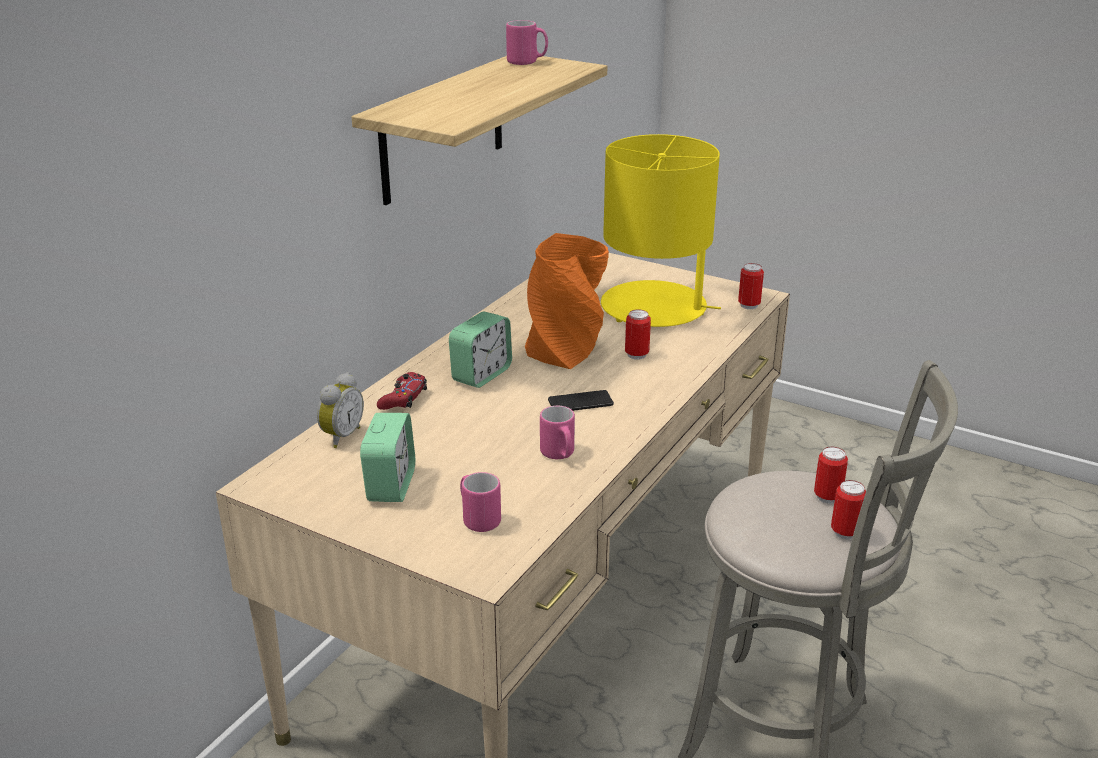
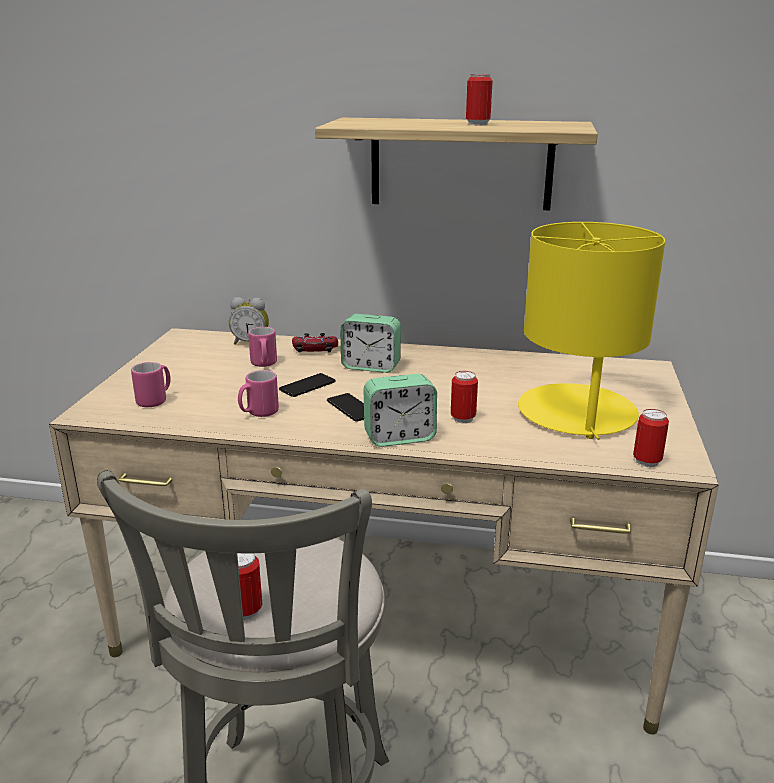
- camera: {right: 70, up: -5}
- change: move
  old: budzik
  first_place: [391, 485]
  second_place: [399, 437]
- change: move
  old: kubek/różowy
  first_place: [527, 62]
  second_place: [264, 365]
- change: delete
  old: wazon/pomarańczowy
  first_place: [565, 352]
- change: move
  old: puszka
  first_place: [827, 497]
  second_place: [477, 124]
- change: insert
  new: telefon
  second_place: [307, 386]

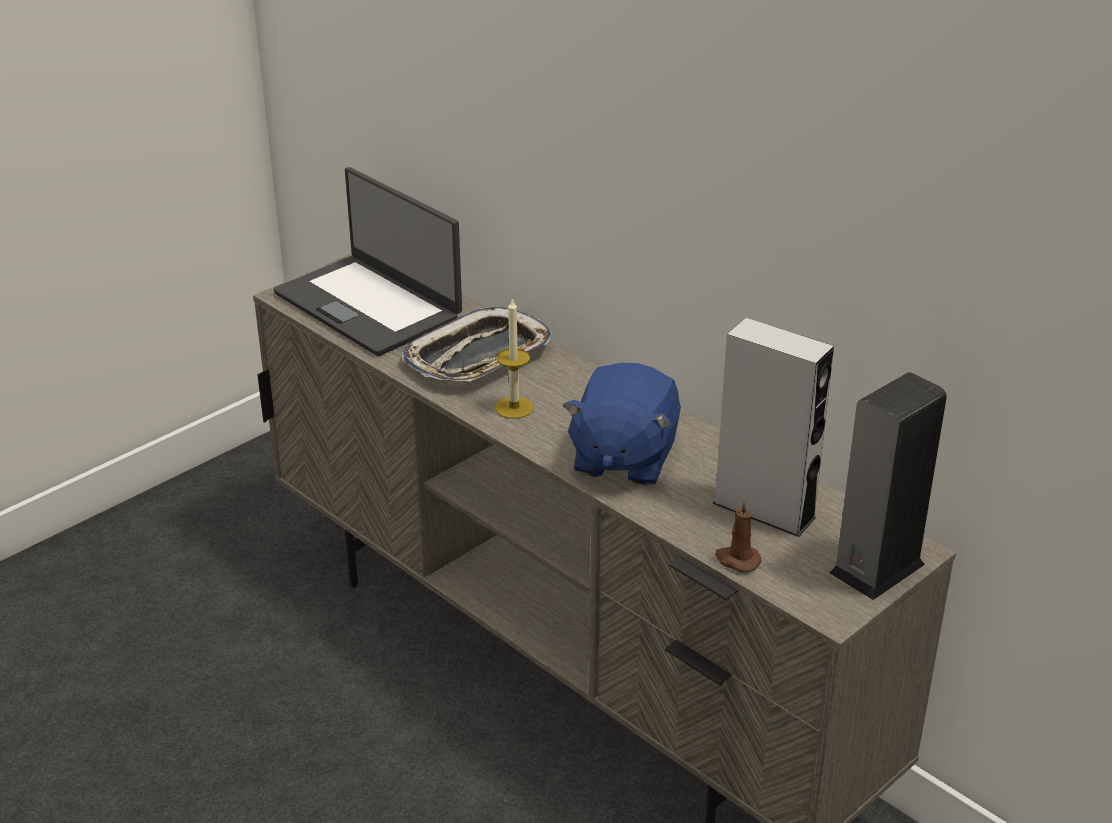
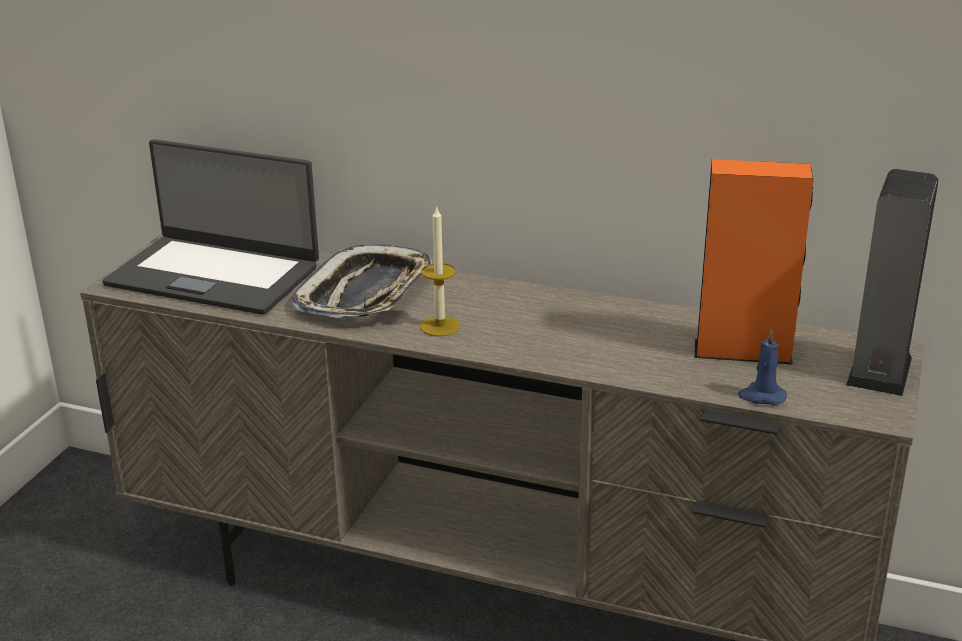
- camera: {right: -25, up: -5}
- change: delete
  old: pluszak/niebieski
  first_place: [622, 458]
- change: recolor
  old: głośnik/szary
  new: głośnik/pomarańczowy
  first_place: [764, 510]
  second_place: [743, 351]
- change: recolor
  old: świeca/brązowy
  new: świeca/niebieski
  first_place: [737, 560]
  second_place: [761, 396]

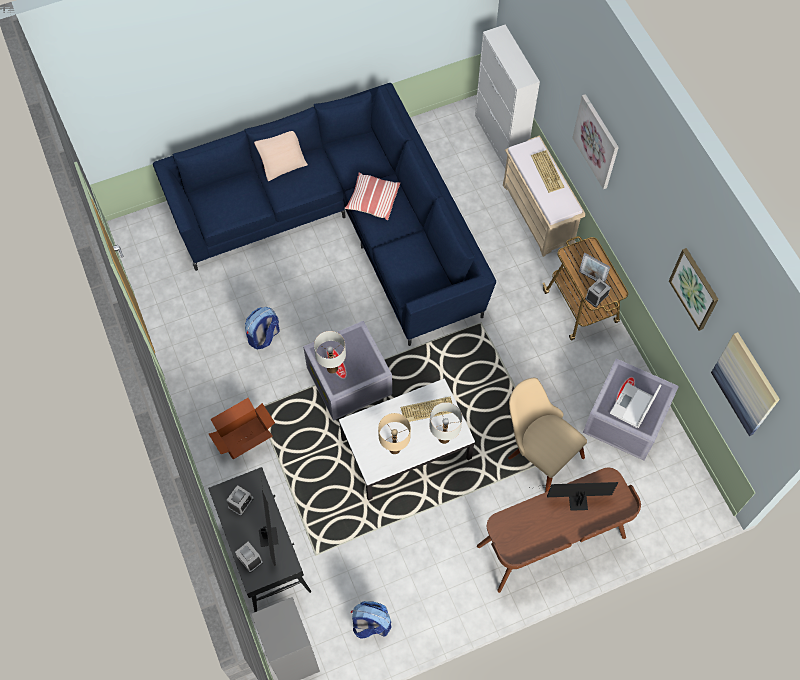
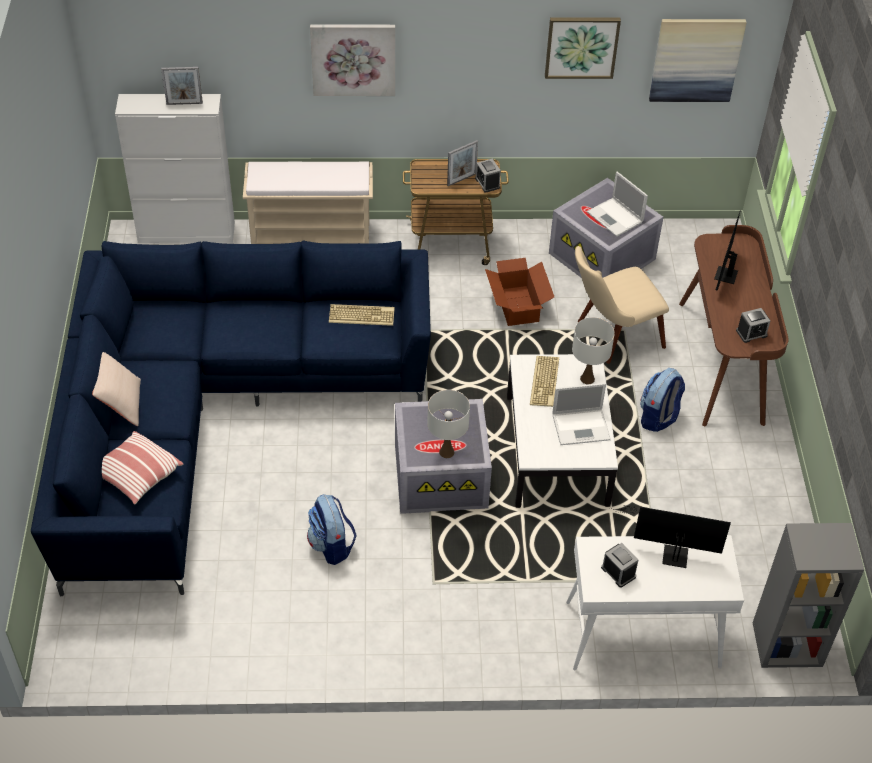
- camera: {right: -70, up: -15}
- change: recolor
  old: stolik konsolowy/czarny
  new: stolik konsolowy/biały
  first_place: [264, 554]
  second_place: [641, 635]
- change: move
  old: karton
  first_place: [244, 437]
  second_place: [517, 306]
- change: move
  old: budzik
  first_place: [249, 559]
  second_place: [751, 333]
- change: move
  old: poduszka
  first_place: [372, 201]
  second_place: [137, 475]
- change: move
  old: plecak
  first_place: [371, 625]
  second_place: [658, 417]
- change: replace
  old: lampa stołowa/beżowy
  new: laptop
  first_place: [394, 448]
  second_place: [582, 426]
- change: move
  old: klawiatura
  first_place: [548, 172]
  second_place: [362, 315]
- change: insert
  new: ramka na zdjęcie
  second_place: [184, 103]

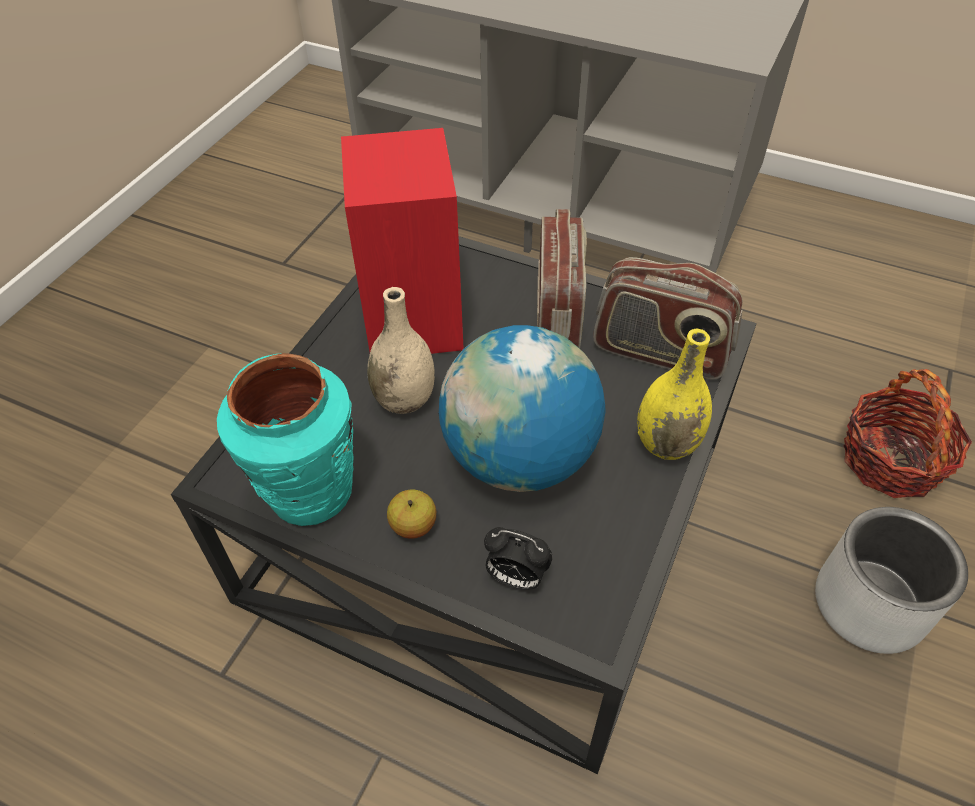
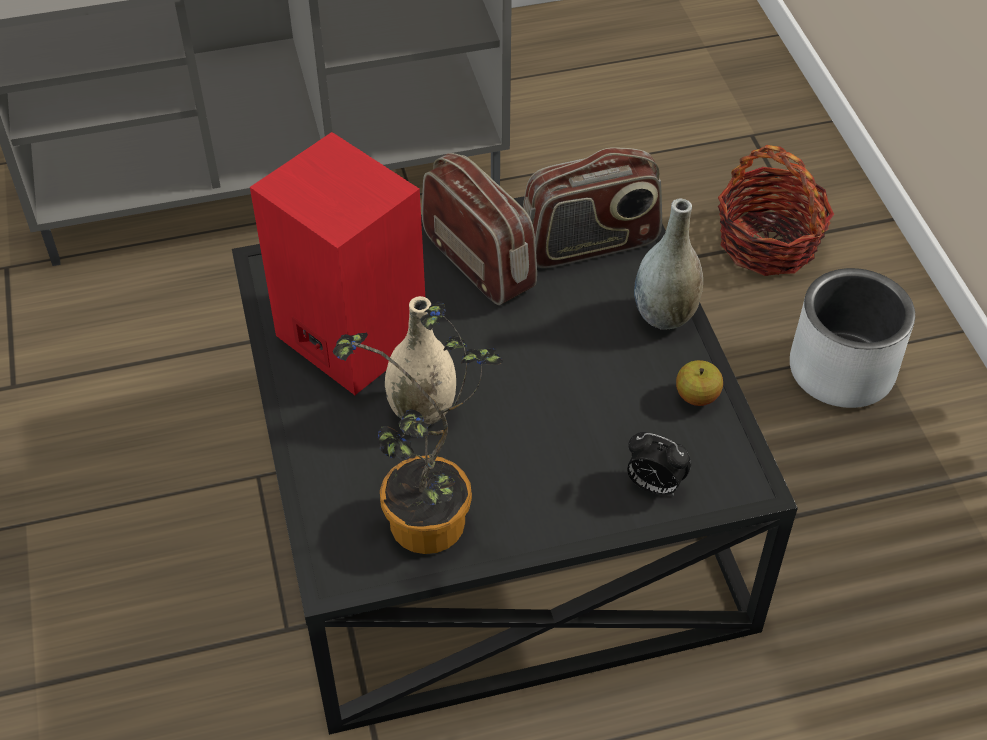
- camera: {right: -40, up: 0}
- change: replace
  old: wazon/turkusowy
  new: roślina doniczkowa
  first_place: [309, 492]
  second_place: [427, 533]
- change: move
  old: jabłko
  first_place: [413, 526]
  second_place: [697, 396]
- change: delete
  old: globus
  first_place: [519, 457]
- change: rotate
  old: budzik
  first_place: [515, 577]
  second_place: [653, 485]
  degrees: 45
- change: recolor
  old: wazon/żółty
  new: wazon/szary
  first_place: [666, 443]
  second_place: [664, 315]

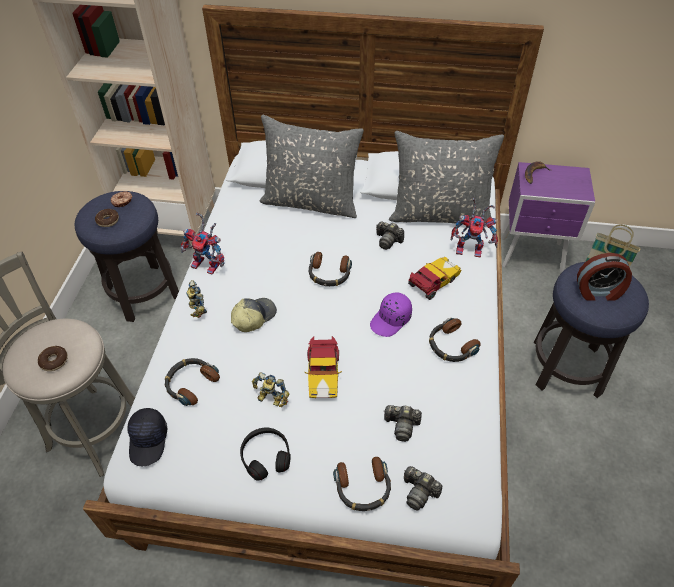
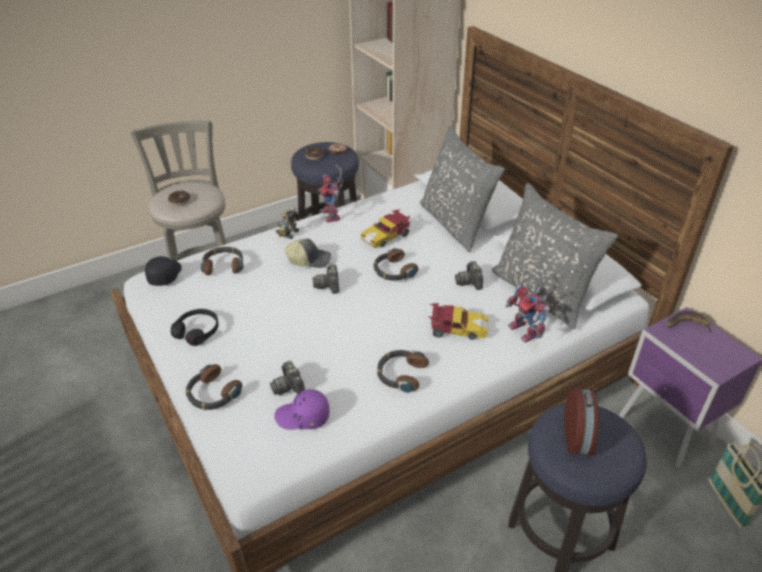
- camera: {right: 50, up: -10}
- change: rotate
  old: czapka z daszkiem/czarny
  first_place: [149, 441]
  second_place: [164, 275]
  degrees: 135
- change: delete
  old: robot zabawkowy
  first_place: [270, 400]
- change: move
  old: samochodzik
  first_place: [323, 374]
  second_place: [386, 236]
- change: move
  old: czapka z daszkiem/fioletowy
  first_place: [391, 320]
  second_place: [303, 417]
- change: move
  old: aparat fotograficzny
  first_place: [419, 492]
  second_place: [328, 285]
- change: rotate
  old: budzik
  first_place: [598, 292]
  second_place: [579, 437]
  degrees: -135

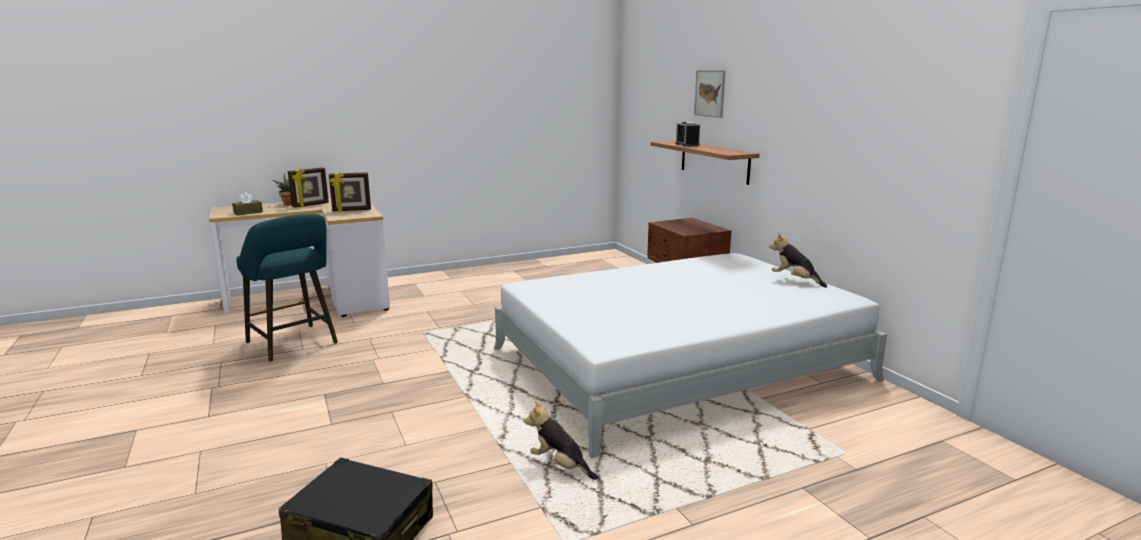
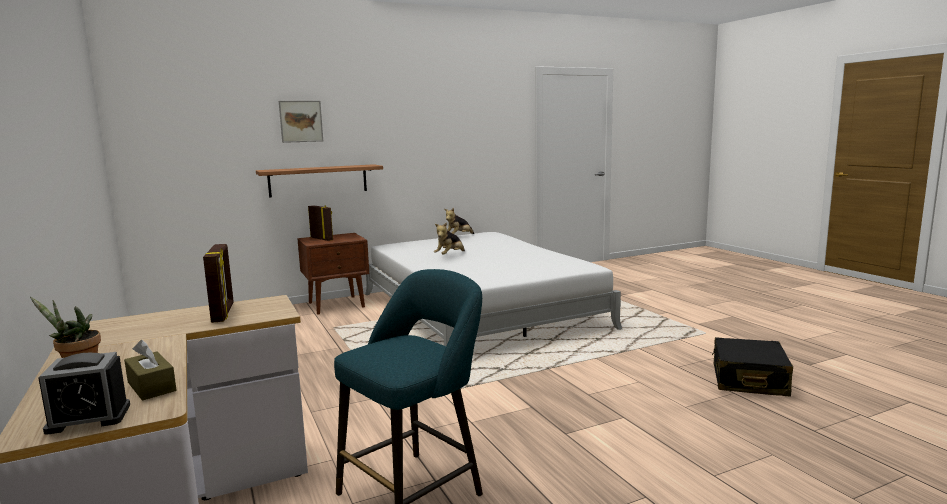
- camera: {right: -90, up: -5}
- change: move
  old: ramka na zdjęcie
  first_place: [311, 205]
  second_place: [322, 239]
- change: move
  old: pluszak
  first_place: [560, 466]
  second_place: [450, 255]
- change: move
  old: budzik
  first_place: [687, 144]
  second_place: [89, 418]

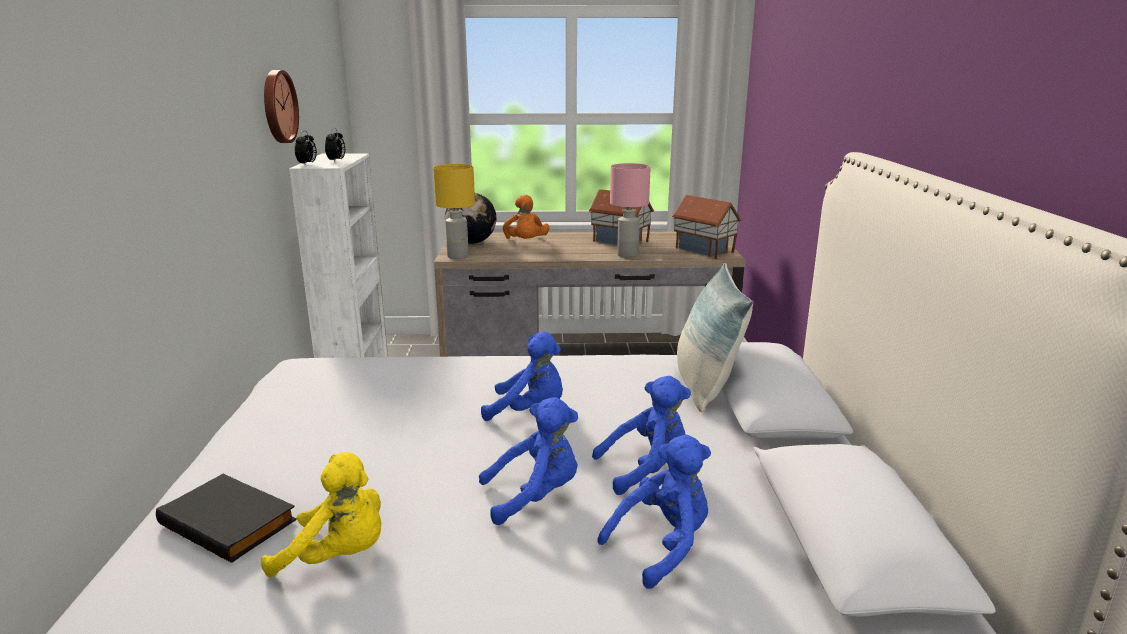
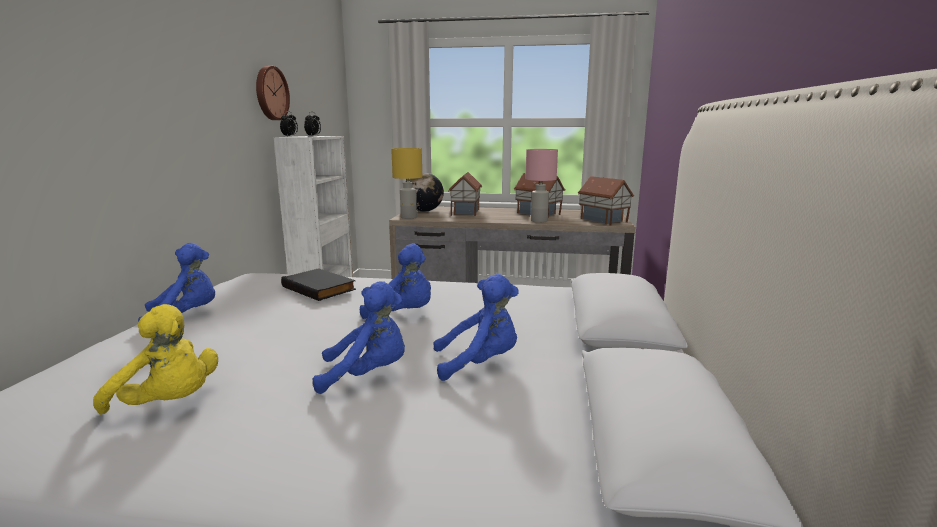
- camera: {right: 10, up: -5}
- change: move
  old: książka/czarny
  first_place: [231, 521]
  second_place: [320, 288]
- change: replace
  old: pluszak/pomarańczowy
  new: domek
  first_place: [526, 243]
  second_place: [465, 212]
- change: move
  old: pluszak/niebieski
  first_place: [662, 546]
  second_place: [186, 316]
- change: delete
  old: poduszka
  first_place: [704, 386]

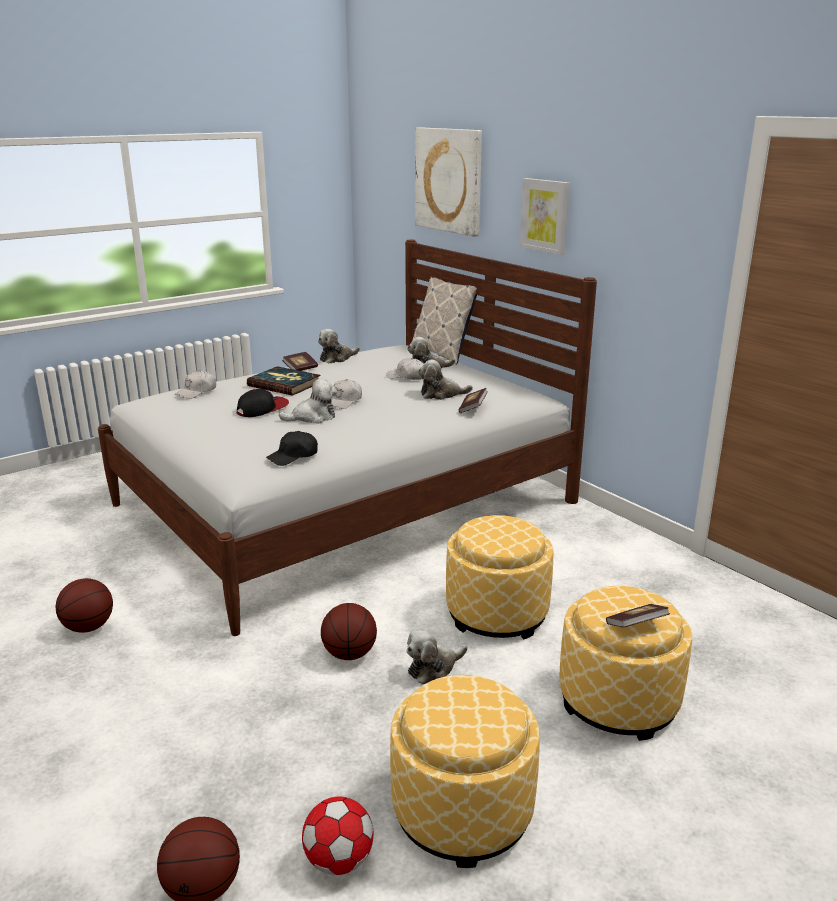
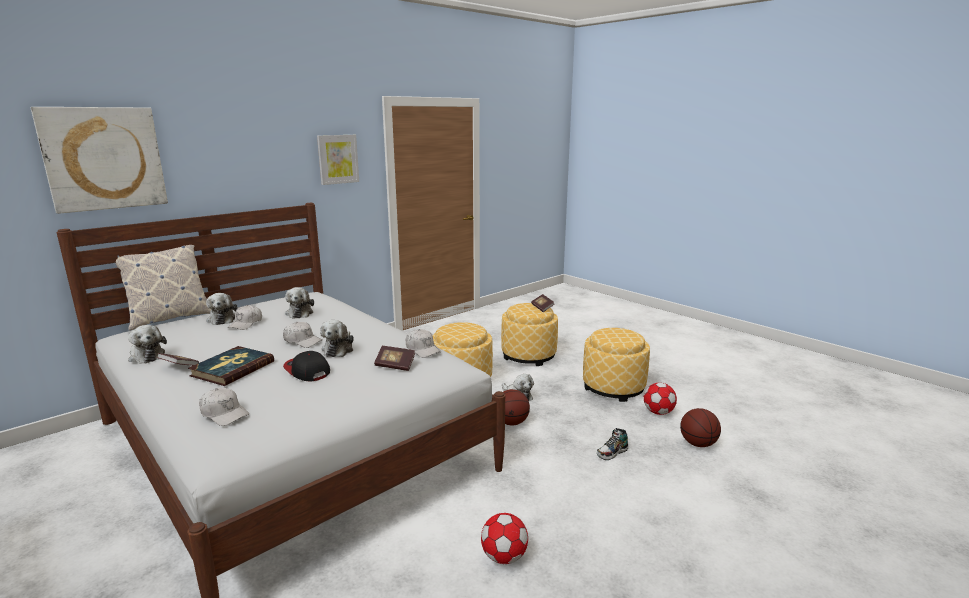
- camera: {right: -95, up: -5}
- change: replace
  old: piłka do koszykówki
  new: piłka futbolowa
  first_place: [88, 627]
  second_place: [504, 557]
- change: recolor
  old: czapka z daszkiem/czarny
  new: czapka z daszkiem/biały
  first_place: [293, 456]
  second_place: [422, 349]
- change: rotate
  old: pluszak
  first_place: [312, 417]
  second_place: [339, 349]
  degrees: -150
- change: move
  old: książka
  first_place: [473, 408]
  second_place: [395, 365]
- change: move
  old: obraz
  first_place: [545, 215]
  second_place: [338, 159]
- change: insert
  new: but
  second_place: [612, 453]

